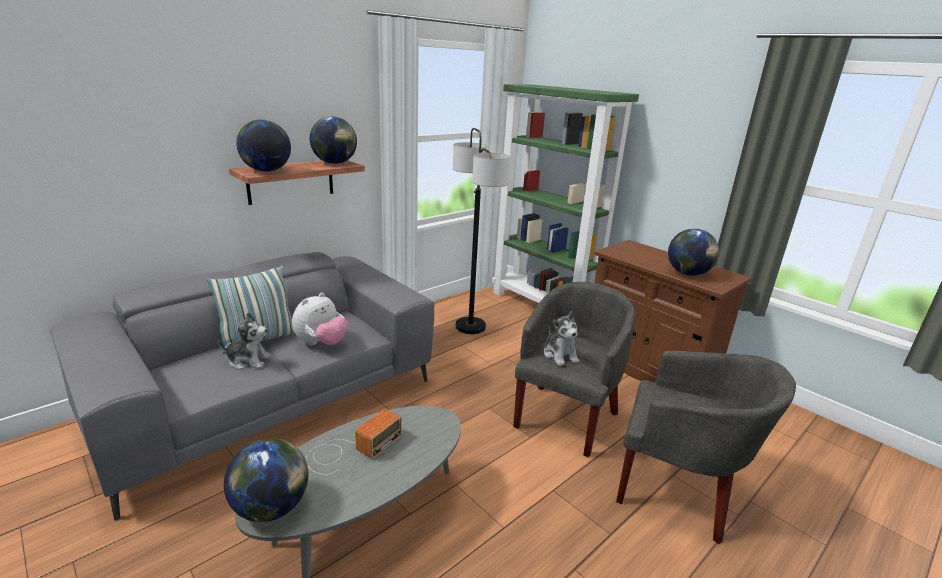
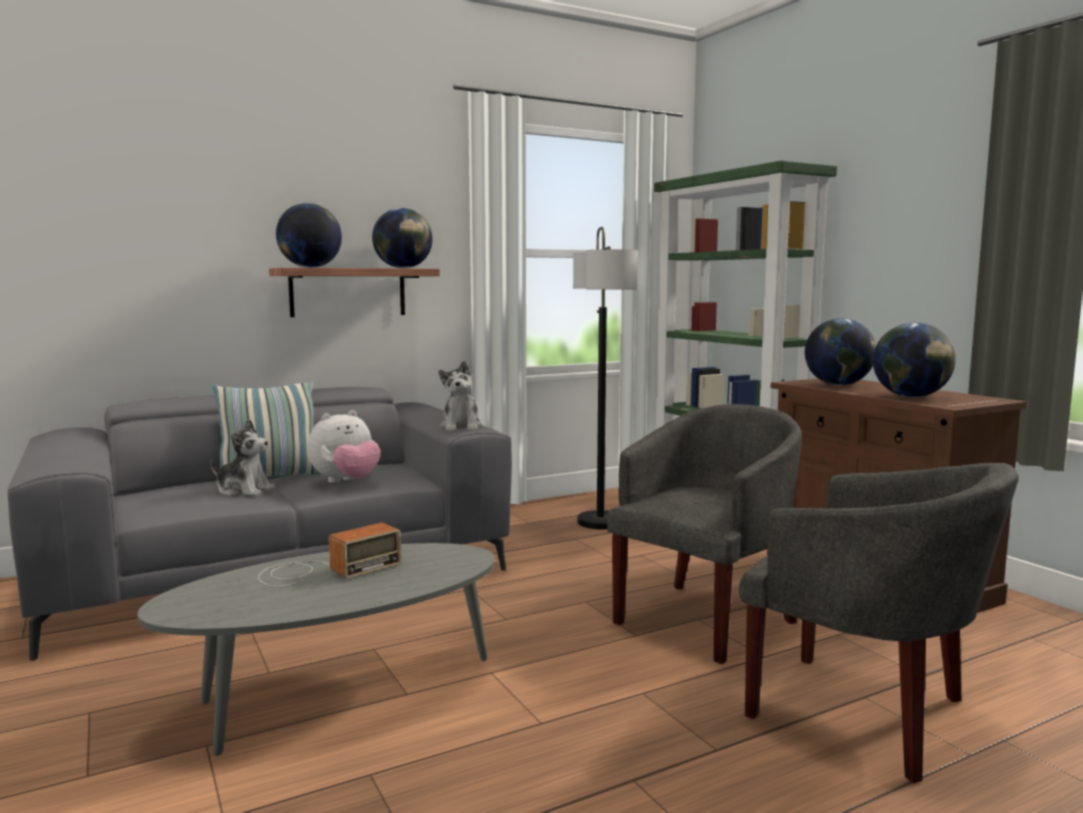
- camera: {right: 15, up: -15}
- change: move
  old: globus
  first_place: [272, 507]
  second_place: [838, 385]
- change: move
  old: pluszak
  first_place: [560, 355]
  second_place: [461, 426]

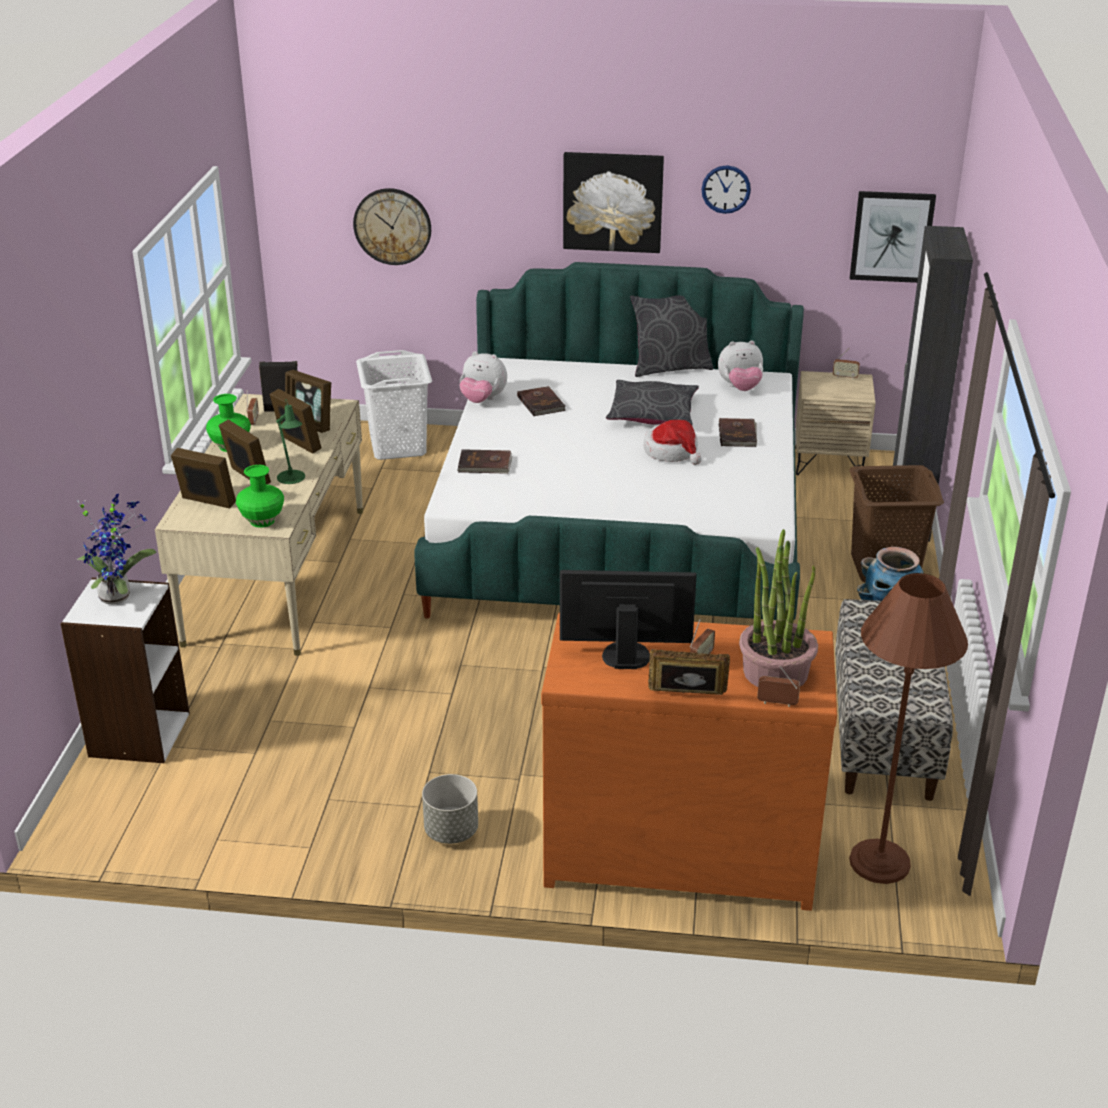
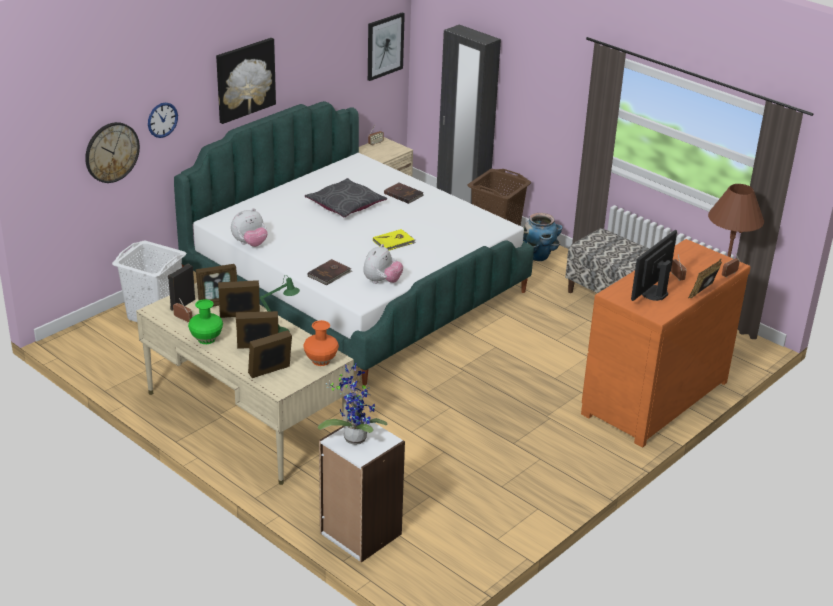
- camera: {right: -55, up: 0}
- change: recolor
  old: wazon/zielony
  new: wazon/pomarańczowy
  first_place: [263, 520]
  second_place: [321, 360]
- change: delete
  old: donica/szary
  first_place: [451, 831]
- change: delete
  old: książka/brązowy
  first_place: [541, 403]
- change: delete
  old: poduszka/szary
  first_place: [670, 367]
- change: delete
  old: kapelusz
  first_place: [672, 452]
- change: move
  old: zegar ścienny
  first_place: [726, 189]
  second_place: [162, 120]
- change: move
  old: pluszak
  first_place: [740, 388]
  second_place: [382, 281]
- change: delete
  old: roślina doniczkowa
  first_place: [775, 671]
- change: insert
  new: książka/żółty
  second_place: [394, 242]

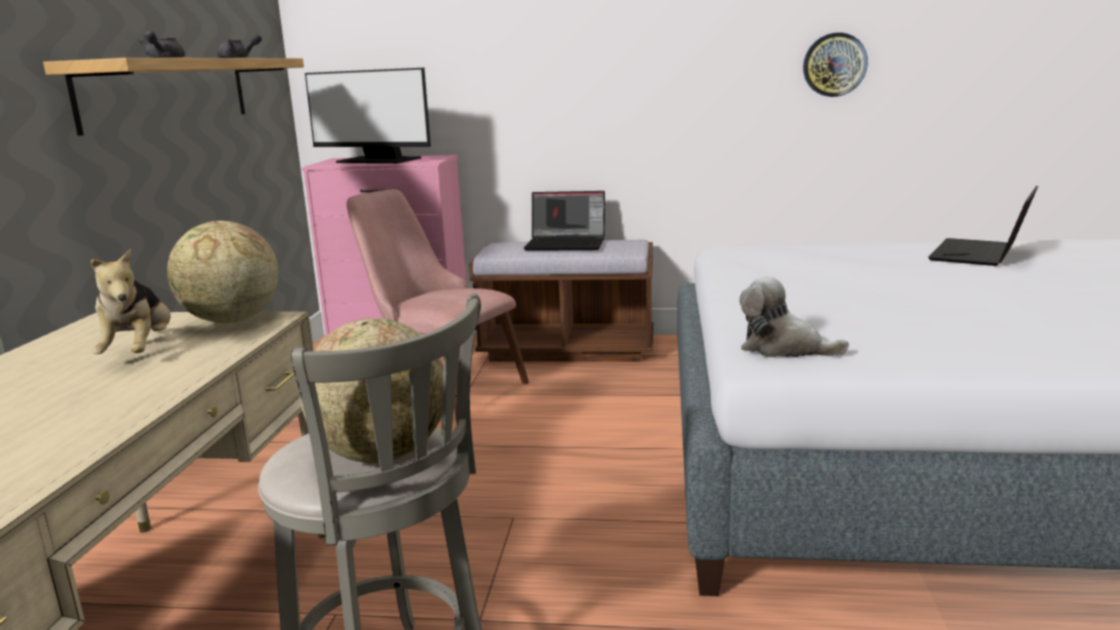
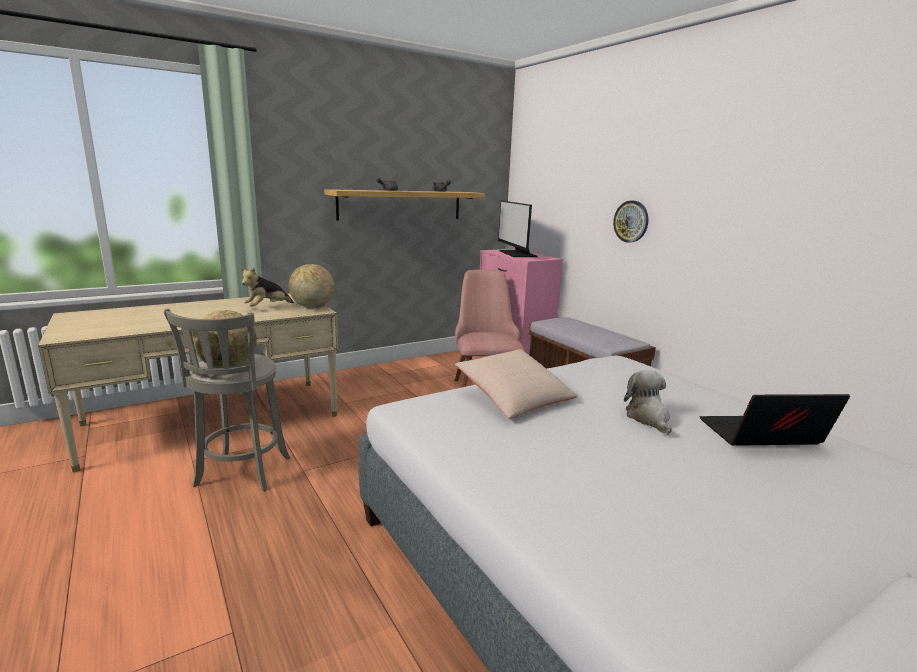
- camera: {right: 50, up: 0}
- change: delete
  old: laptop
  first_place: [567, 244]
- change: move
  old: pluszak
  first_place: [783, 348]
  second_place: [648, 418]
- change: move
  old: zegar ścienny
  first_place: [834, 65]
  second_place: [631, 221]
- change: insert
  new: poduszka/beżowy
  second_place: [514, 397]

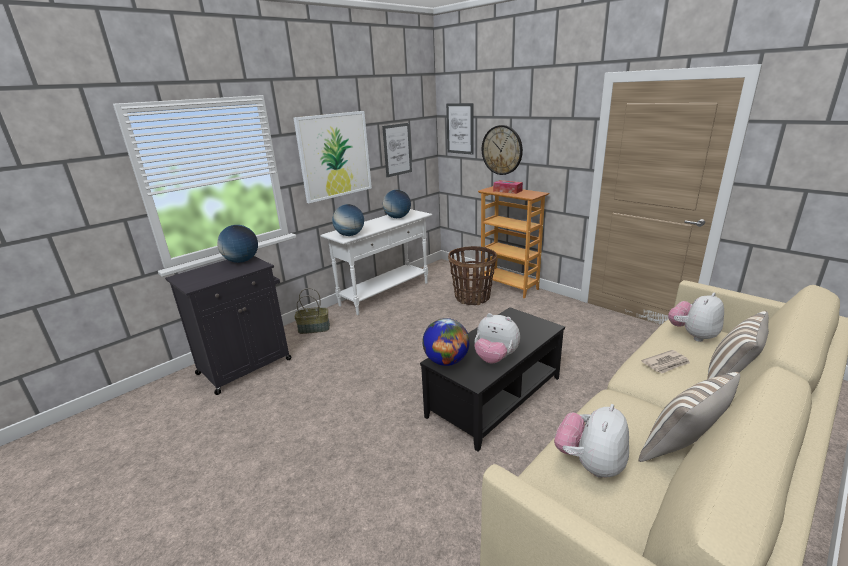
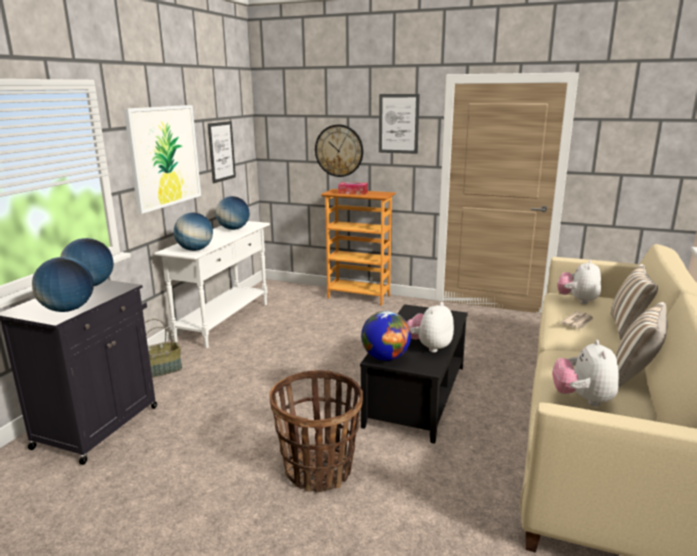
- camera: {right: -25, up: -5}
- change: move
  old: obraz
  first_place: [460, 128]
  second_place: [398, 124]
- change: move
  old: koszyk
  first_place: [472, 297]
  second_place: [318, 470]
- change: rotate
  old: pluszak
  first_place: [495, 358]
  second_place: [429, 347]
  degrees: 120
- change: insert
  new: globus
  second_place: [68, 309]

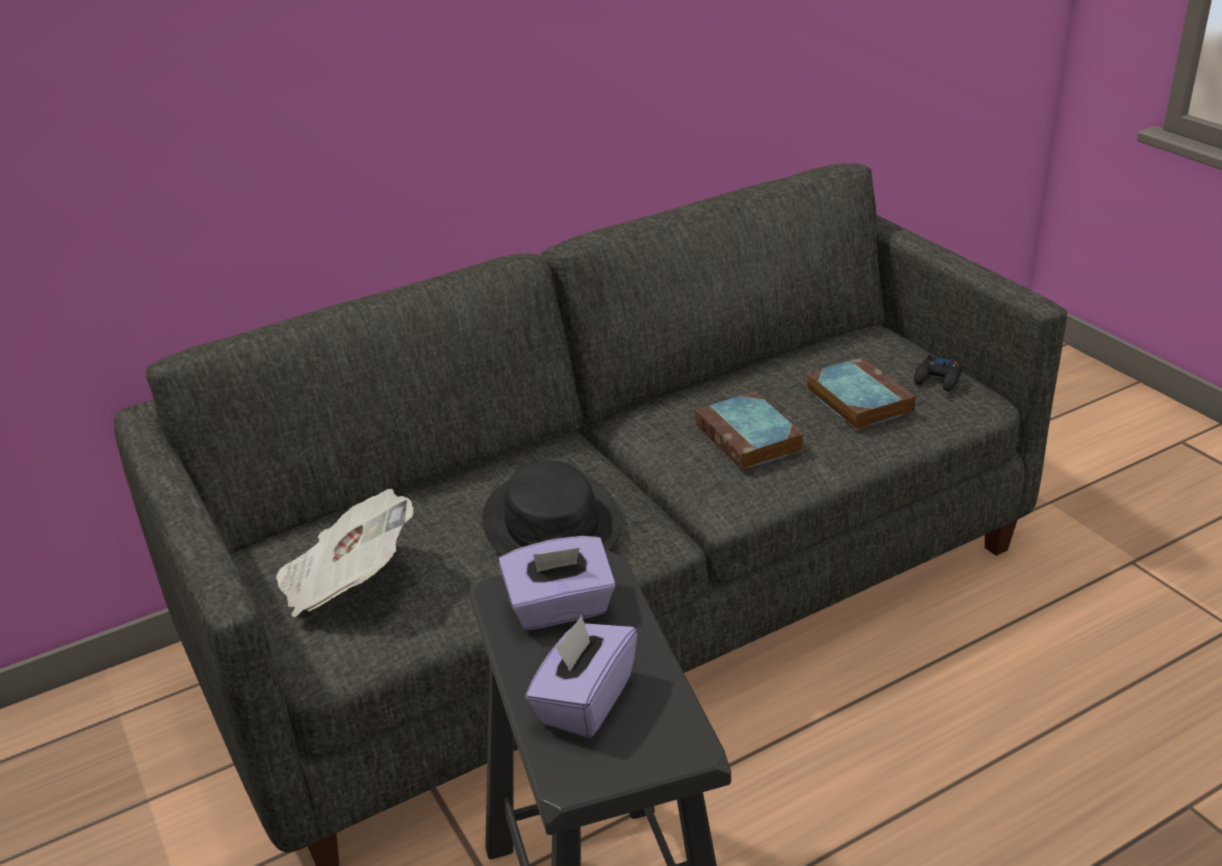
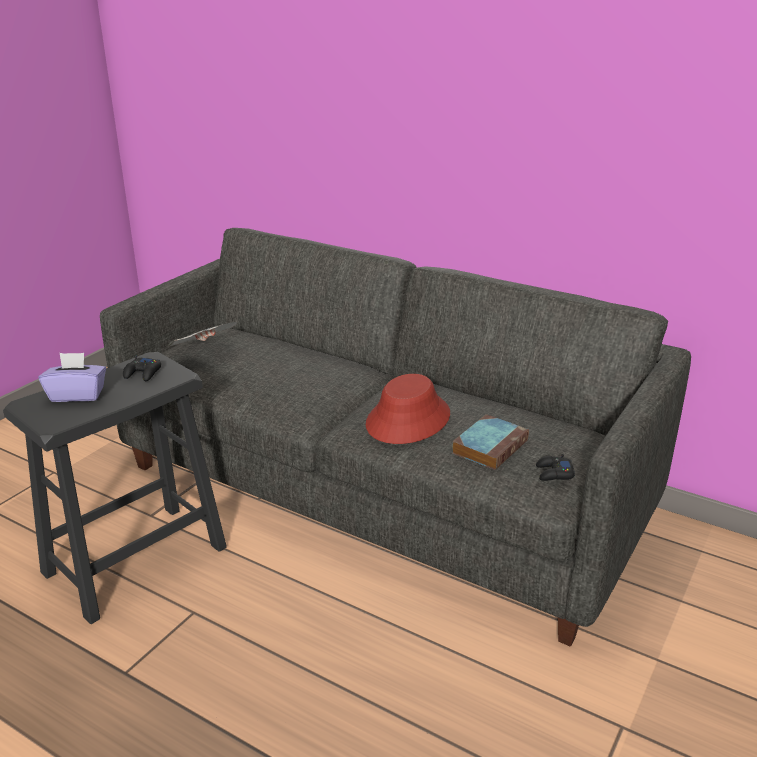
- camera: {right: 60, up: -5}
- change: delete
  old: kapelusz/czarny
  first_place: [552, 523]
- change: replace
  old: pudełko chusteczek/fioletowy
  new: pad do gier/czarny
  first_place: [560, 608]
  second_place: [143, 373]
- change: replace
  old: książka
  new: kapelusz/czerwony
  first_place: [750, 439]
  second_place: [408, 420]

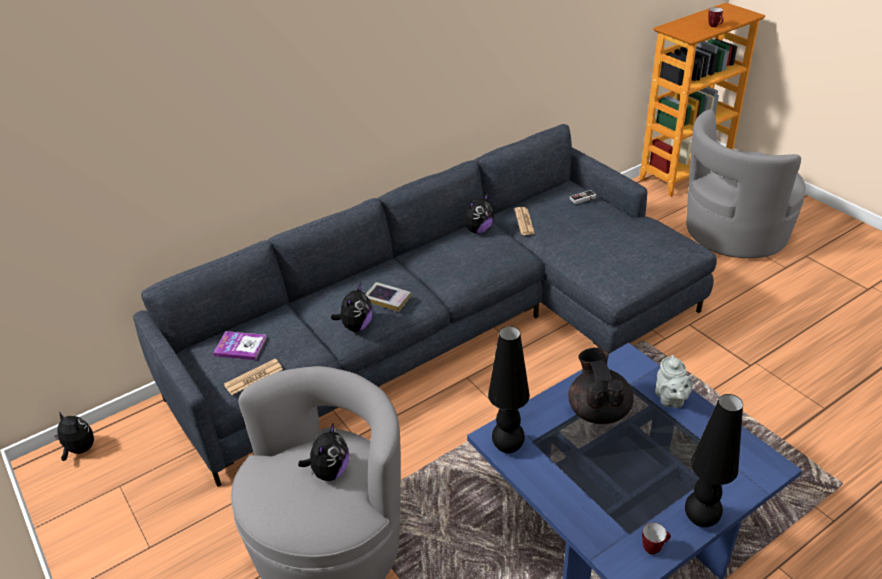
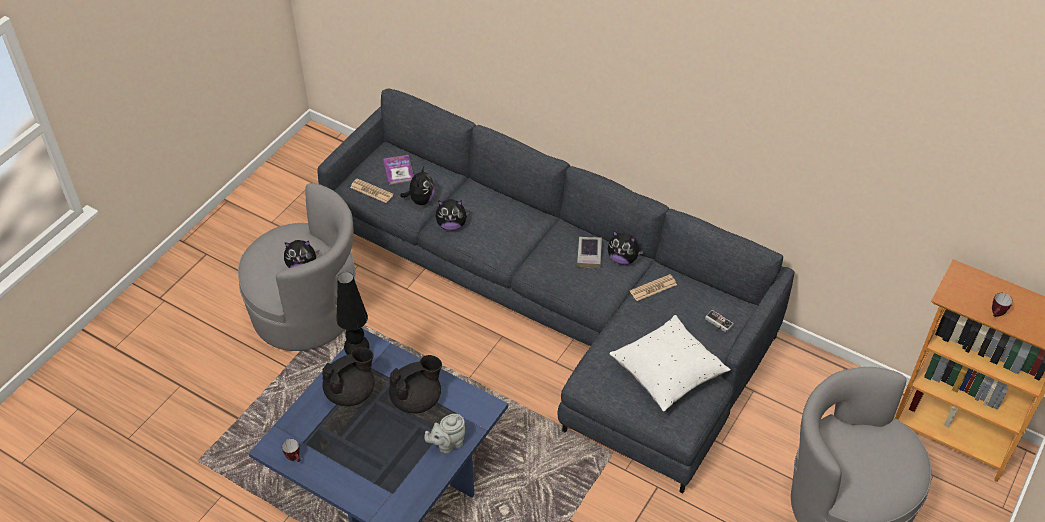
- camera: {right: 65, up: 10}
- change: move
  old: pluszak
  first_place: [79, 450]
  second_place: [420, 200]
- change: move
  old: książka
  first_place: [387, 299]
  second_place: [589, 254]
- change: delete
  old: lampa stołowa/czarny
  first_place: [700, 519]
- change: insert
  new: imbryk/czarny
  second_place: [351, 392]
- change: insert
  new: poduszka/biały
  second_place: [667, 373]

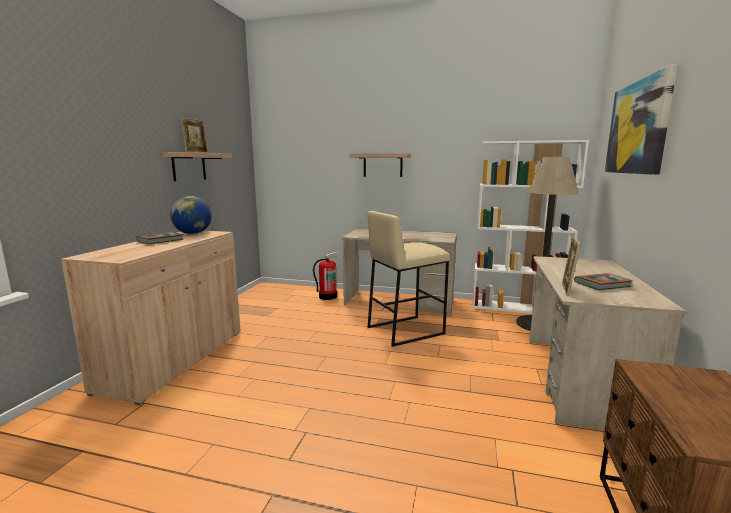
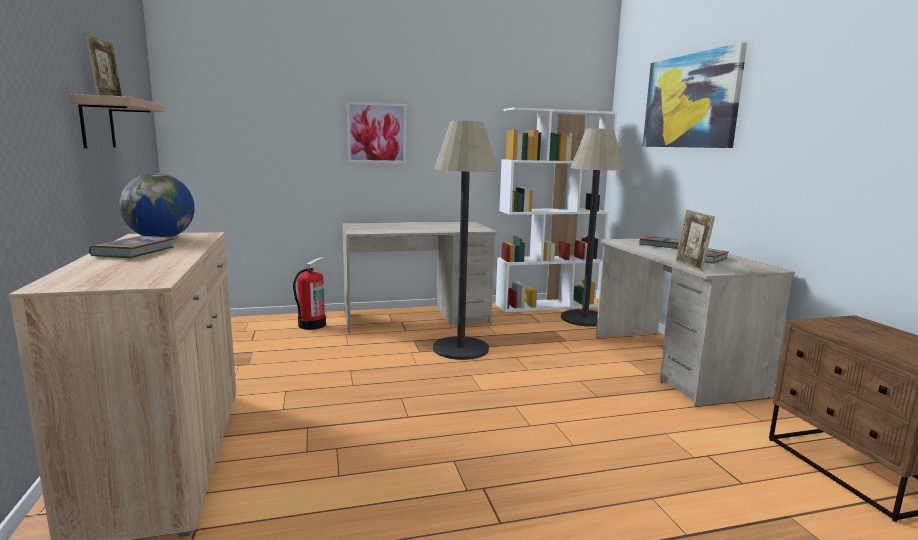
- camera: {right: -30, up: 0}
- change: replace
  old: półka
  new: obraz
  first_place: [382, 165]
  second_place: [377, 133]
- change: replace
  old: stołek/beżowy
  new: lampa stojąca
  first_place: [405, 330]
  second_place: [460, 348]
- change: insert
  new: książka
  second_place: [660, 245]

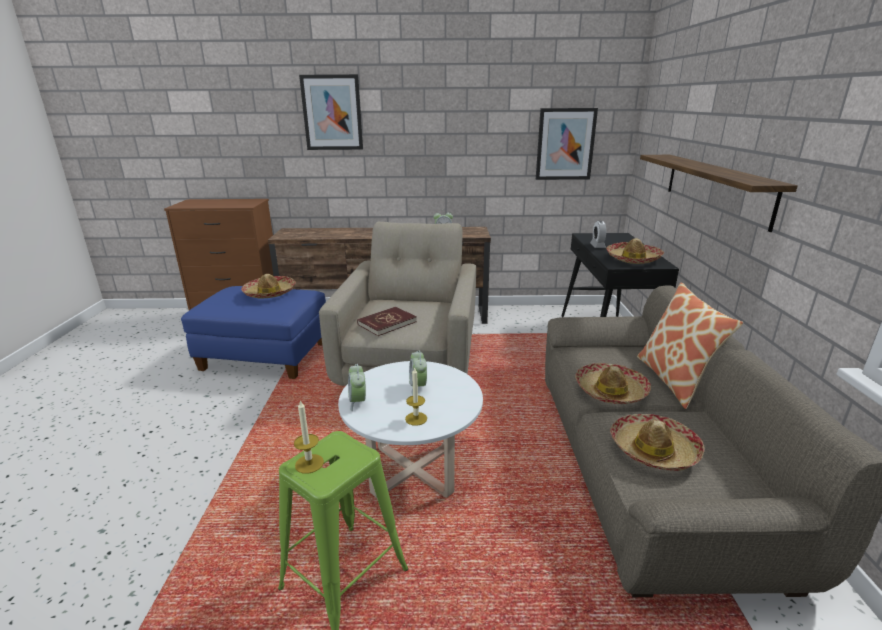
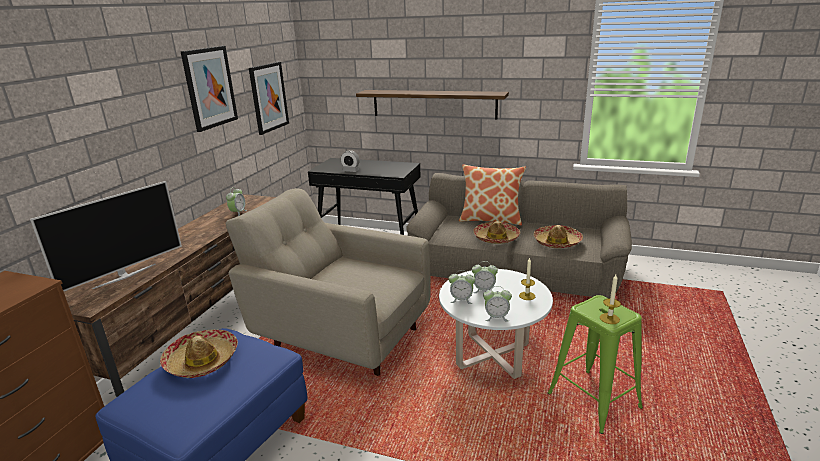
- camera: {right: -70, up: 0}
- change: move
  old: obraz
  first_place: [332, 113]
  second_place: [210, 87]
- change: delete
  old: książka/czerwony
  first_place: [387, 323]
- change: delete
  old: kapelusz
  first_place: [633, 259]
- change: insert
  new: telewizor
  second_place: [124, 276]
- change: insert
  new: budzik
  second_place: [461, 300]

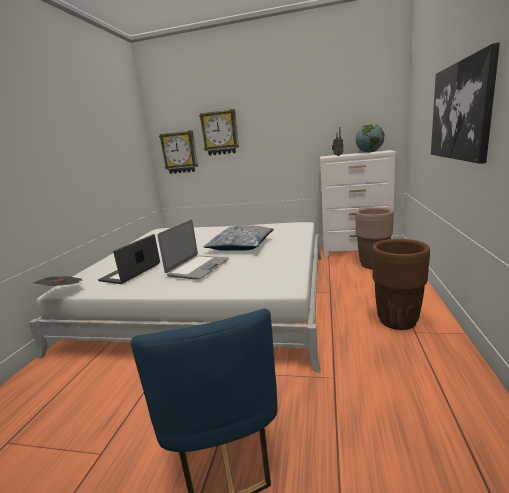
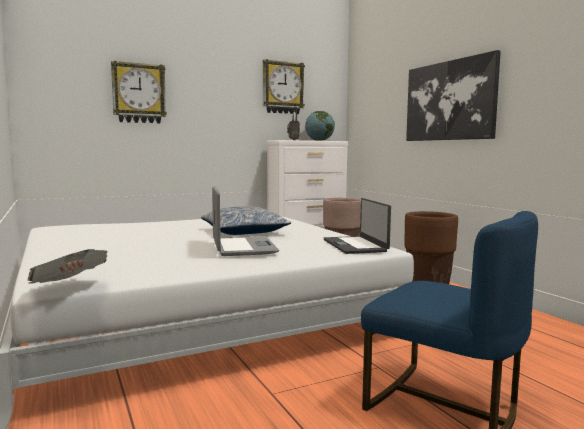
- camera: {right: -40, up: -10}
- change: move
  old: laptop
  first_place: [131, 272]
  second_place: [355, 245]
- change: move
  old: zegar ścienny
  first_place: [179, 152]
  second_place: [282, 88]

